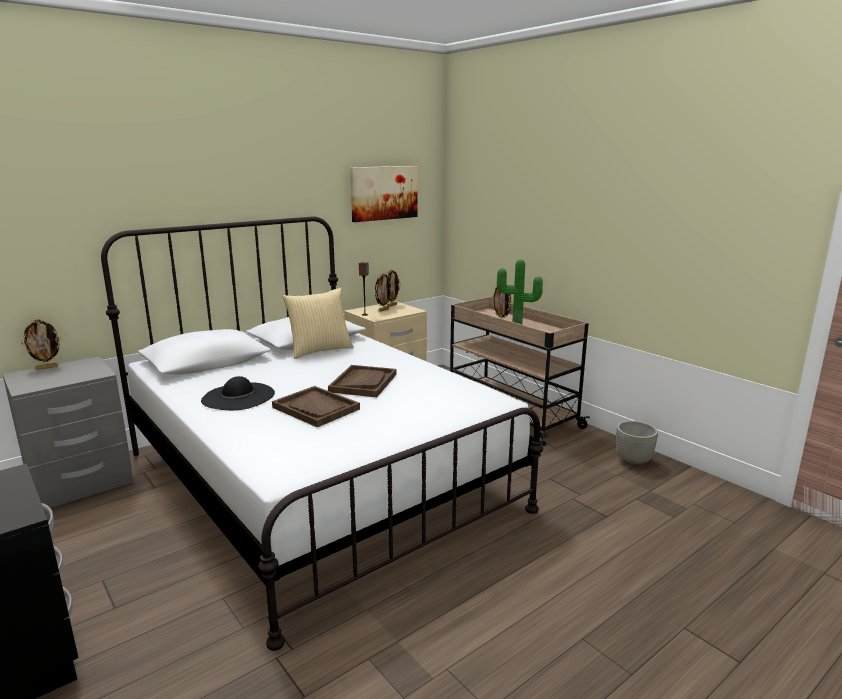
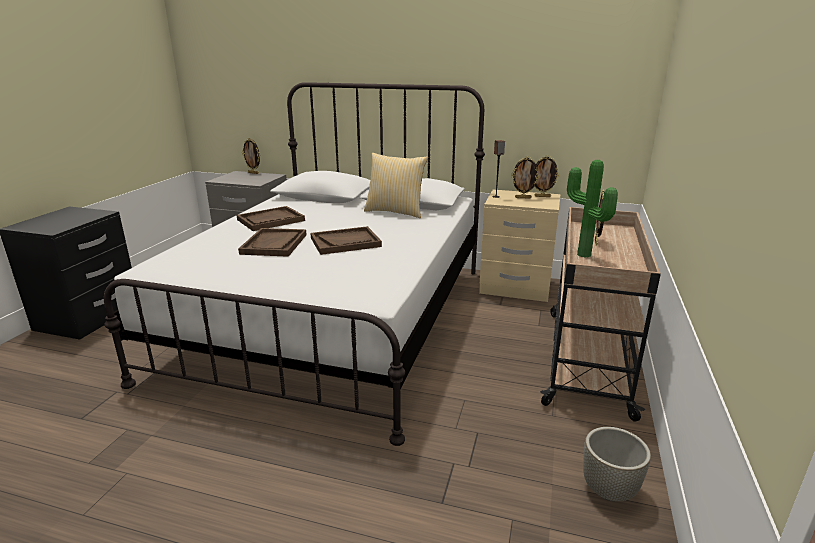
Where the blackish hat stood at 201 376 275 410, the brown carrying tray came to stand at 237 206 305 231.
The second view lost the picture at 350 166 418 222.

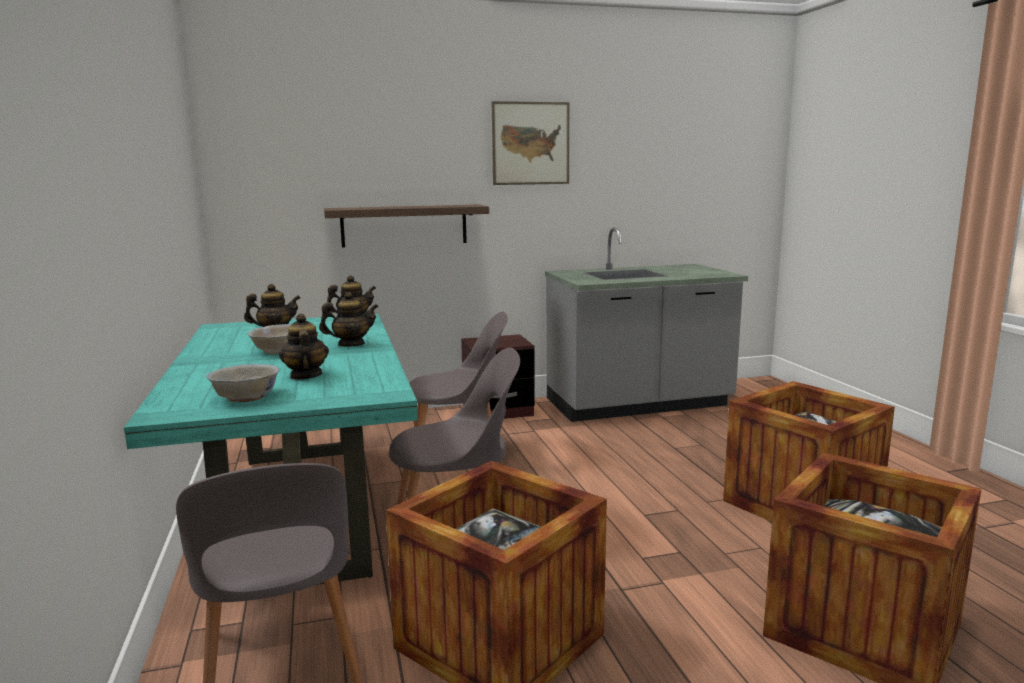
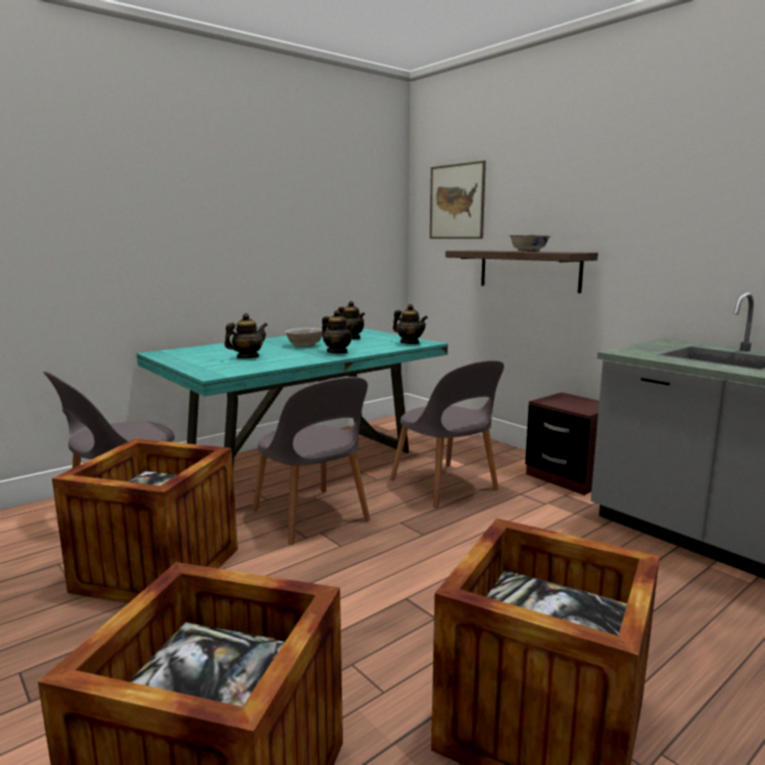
The whitish bowl ended up elsewhere, having gone from 206 364 280 403 to 509 235 551 252.
The picture ended up elsewhere, having gone from 492 101 569 185 to 430 161 486 239.

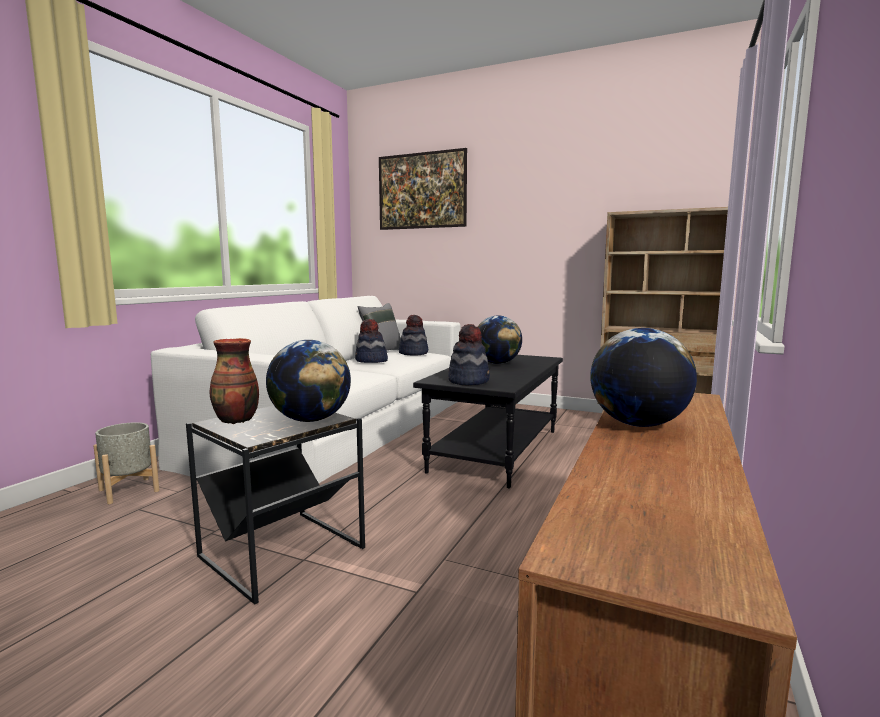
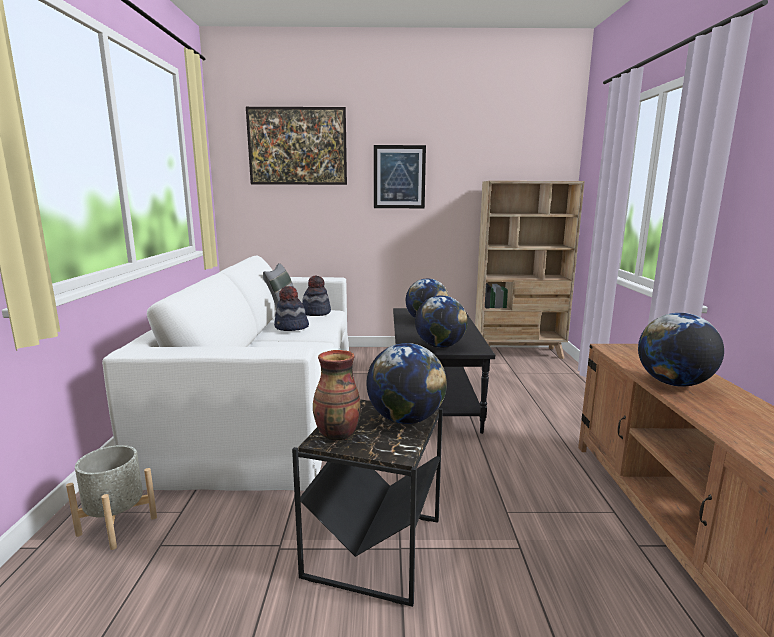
Where the hat stood at 448 324 490 385, the world globe came to stand at 415 295 468 348.
The second view gained the picture at 374 145 426 208.

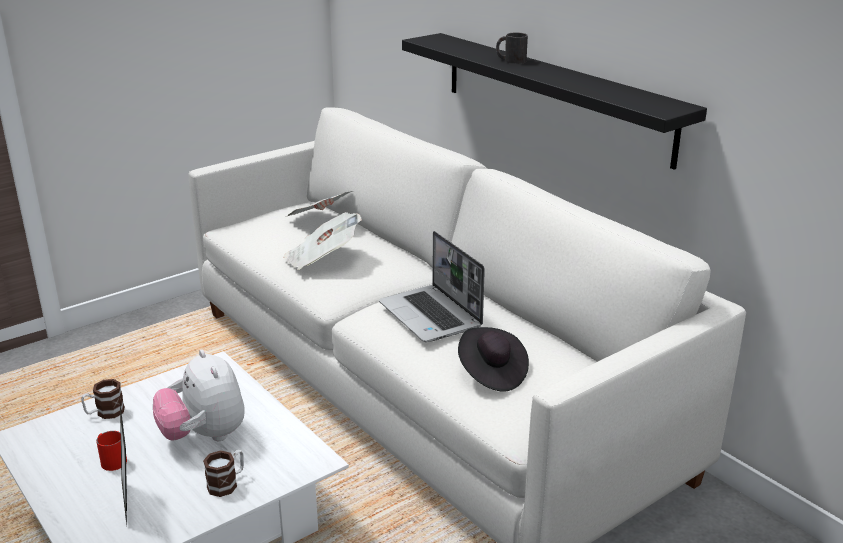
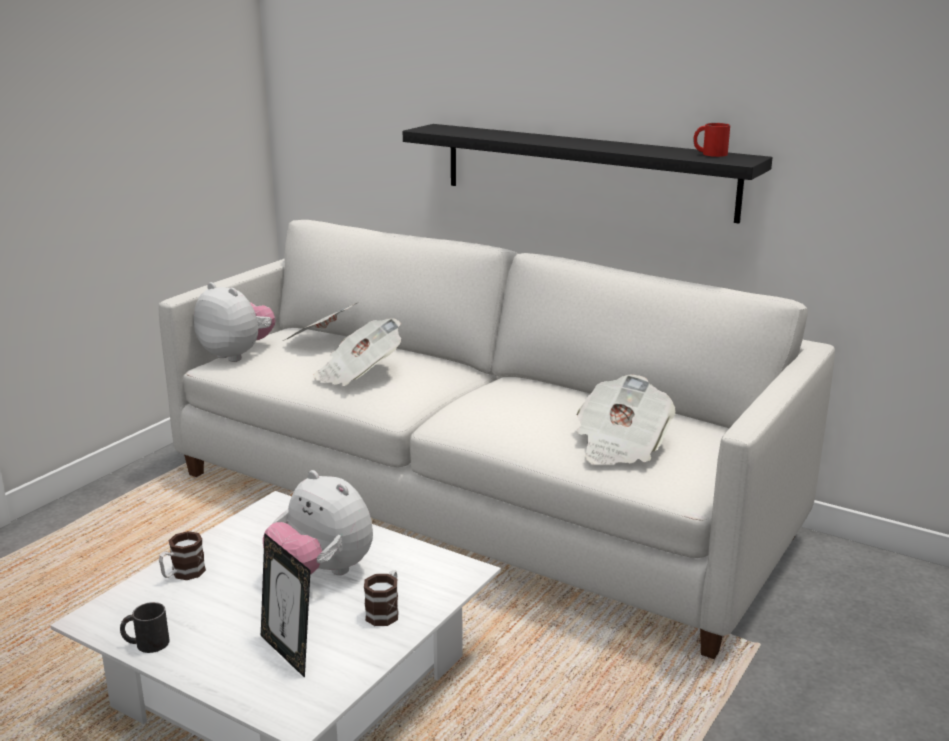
The red-coloured tea mug ended up elsewhere, having gone from 96 431 127 471 to 693 123 730 157.
The second view lost the portable computer at 379 231 485 342.
Where the blackish hat stood at 458 327 529 392, the daily paper came to stand at 577 374 676 465.
The blackish tea mug ended up elsewhere, having gone from 496 33 528 64 to 120 602 170 653.
The second view gained the cuddly toy at 194 282 275 362.

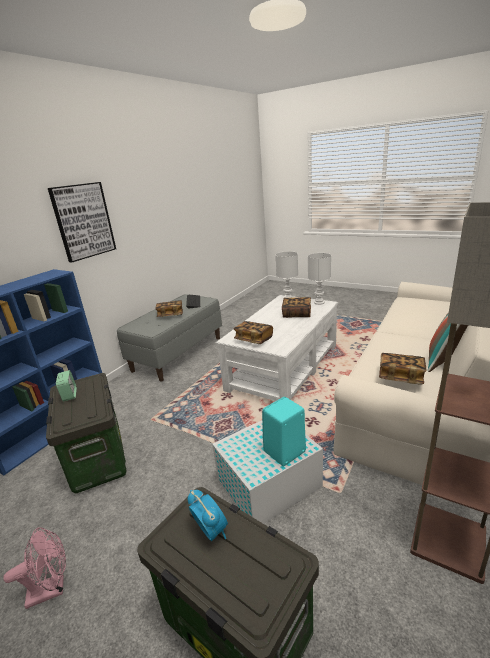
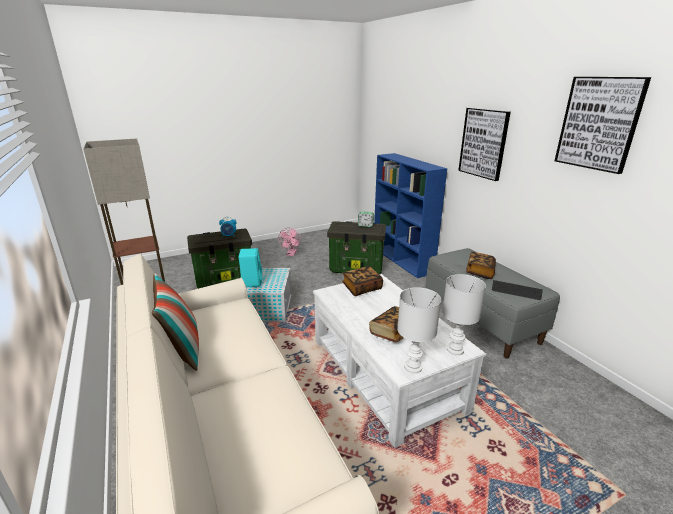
The second view lost the book at 379 353 427 385.
The second view gained the picture at 555 77 651 174.

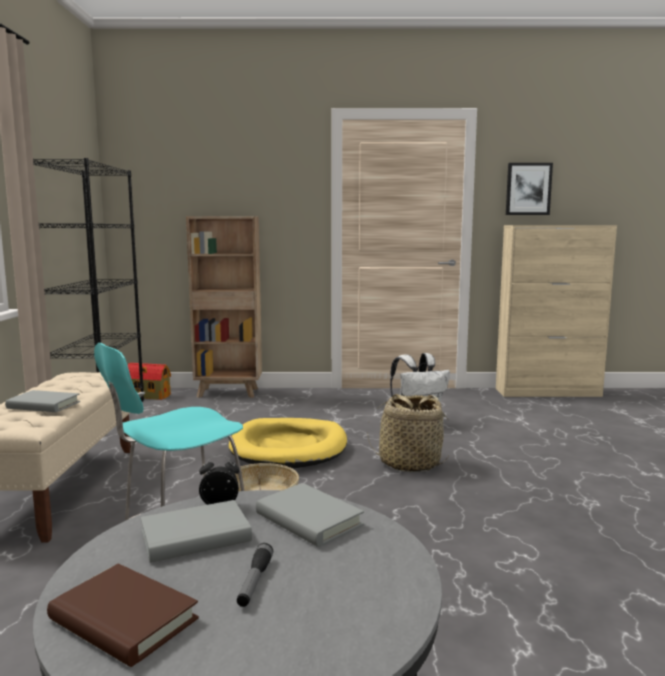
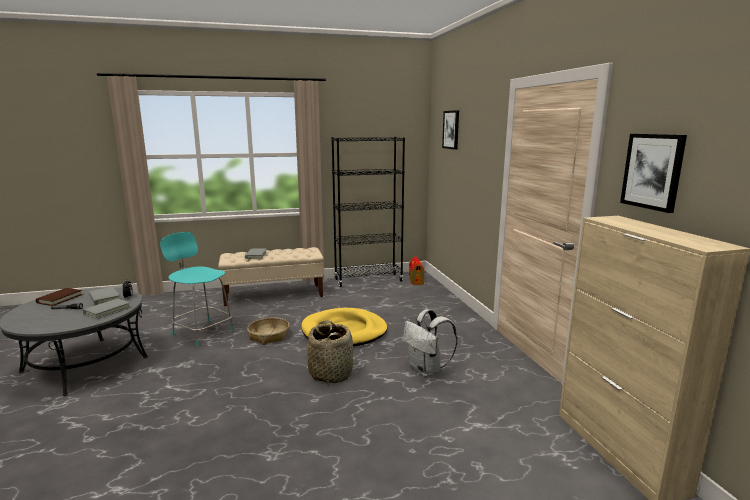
The second view lost the brown bookcase at 186 216 262 398.
The second view gained the picture at 442 110 459 150.

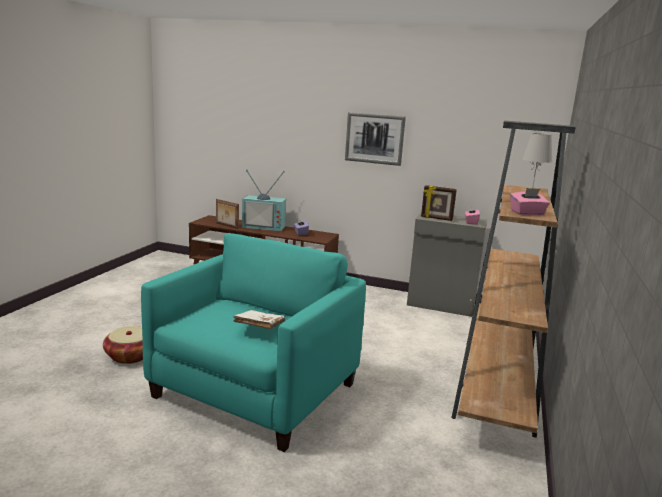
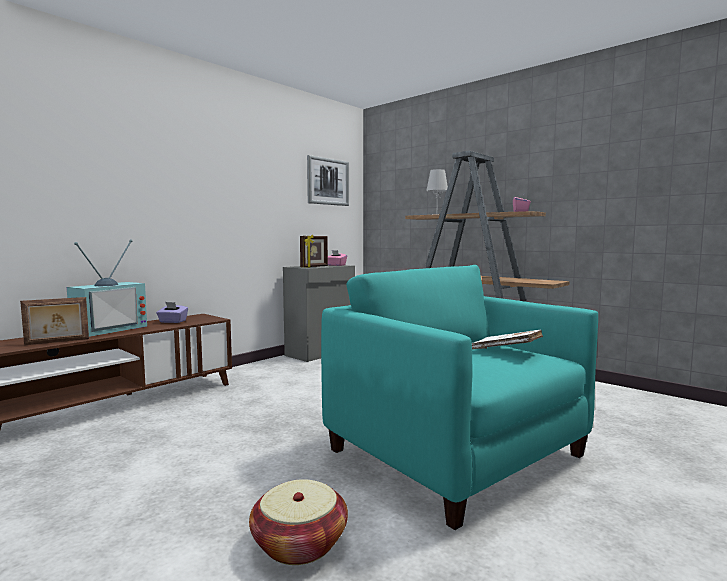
The picture ended up elsewhere, having gone from 345 112 406 166 to 307 155 349 206.

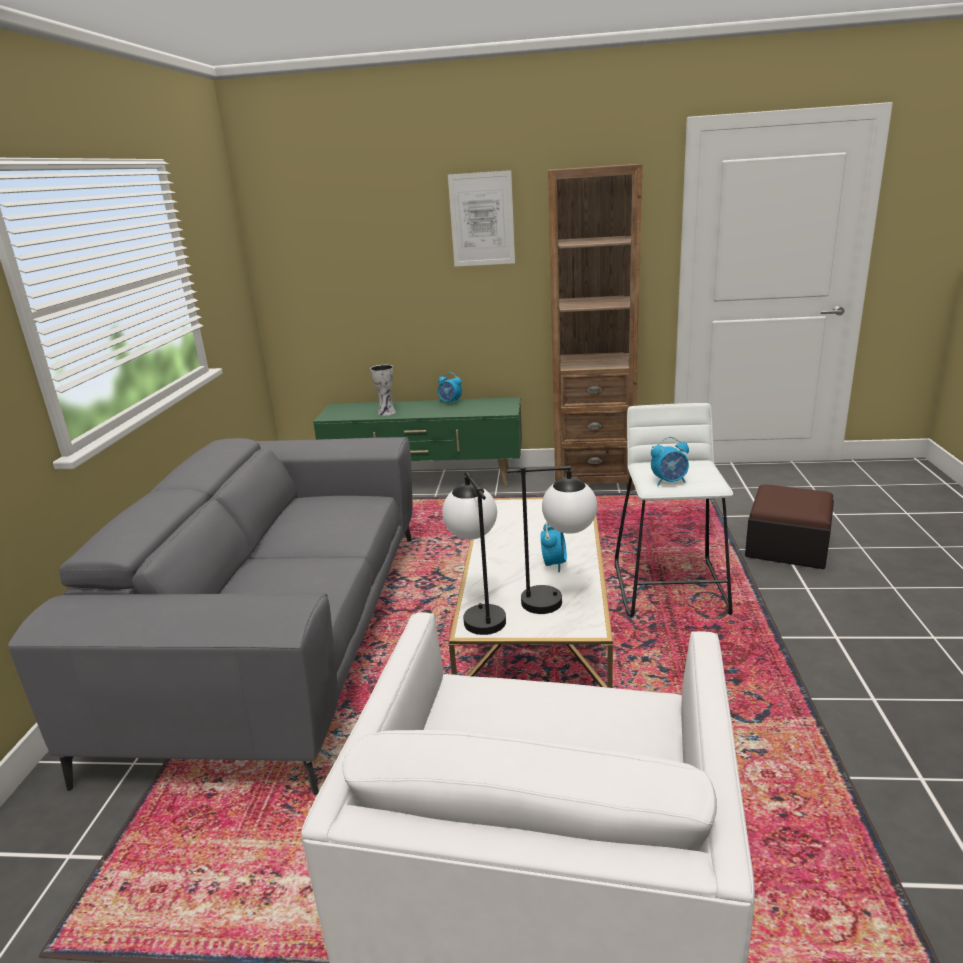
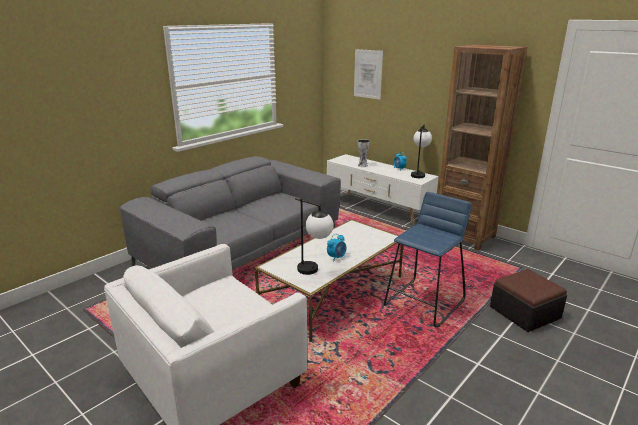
What was the green tv stand at 313 397 522 487 turned into the whitish tv stand at 327 154 439 225.
The table lamp ended up elsewhere, having gone from 442 472 506 635 to 411 124 432 178.
The picture ended up elsewhere, having gone from 448 170 515 267 to 354 49 383 100.
What was the whitish stool at 615 403 733 617 turned into the bluish stool at 384 192 472 327.
The second view lost the table clock at 651 437 689 486.

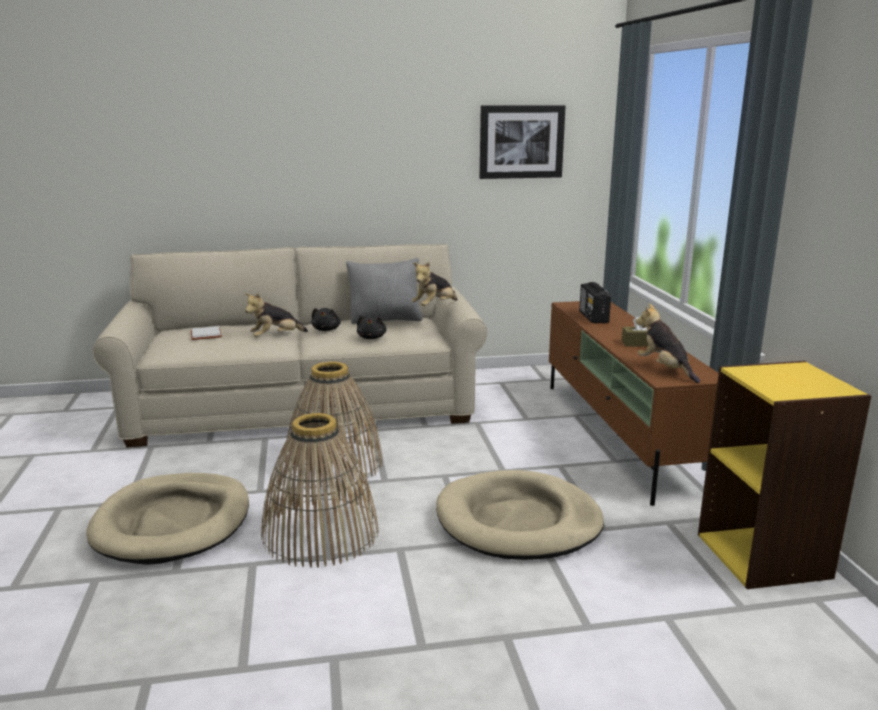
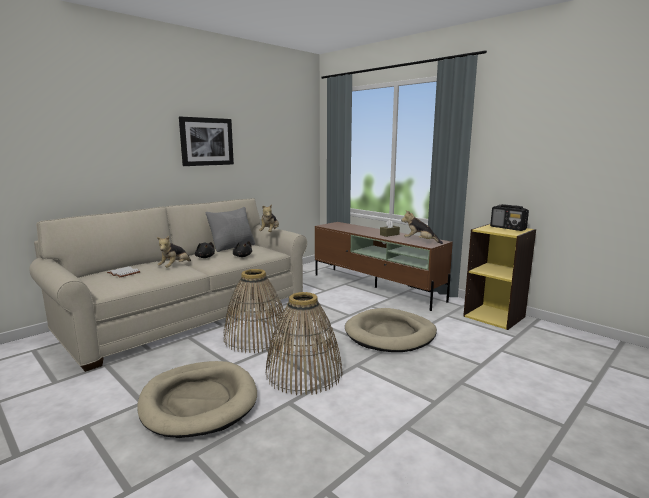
The picture ended up elsewhere, having gone from 480 105 566 179 to 179 117 234 166.
The radio ended up elsewhere, having gone from 579 282 611 324 to 490 204 529 231.

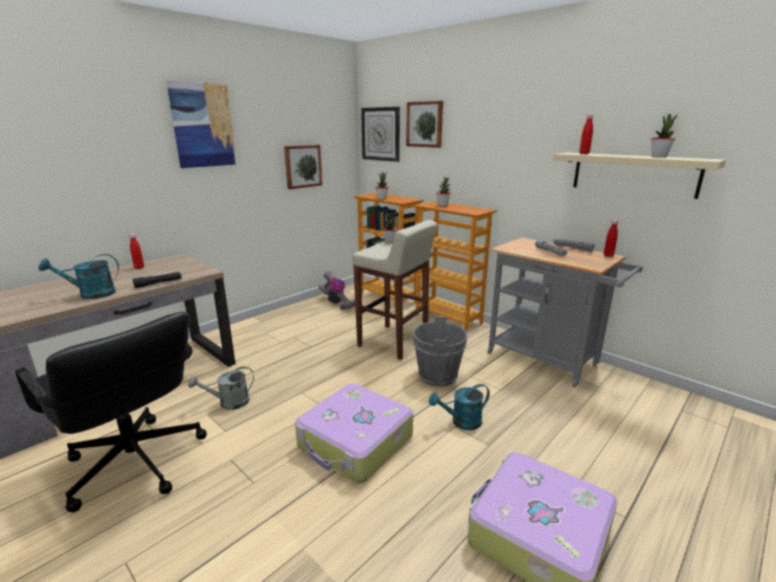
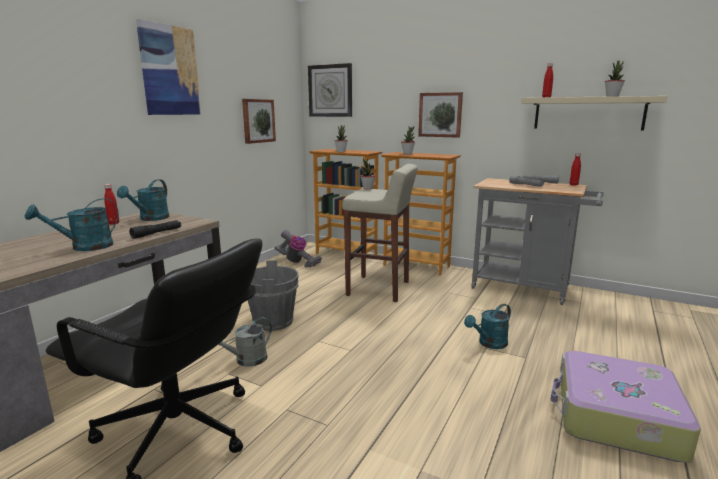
The second view lost the piece of luggage at 295 383 413 483.
The picture ended up elsewhere, having gone from 406 101 443 148 to 418 92 463 138.
The grey bucket ended up elsewhere, having gone from 413 316 467 387 to 248 260 299 331.
The second view gained the blue-green sprinkling can at 117 179 170 221.

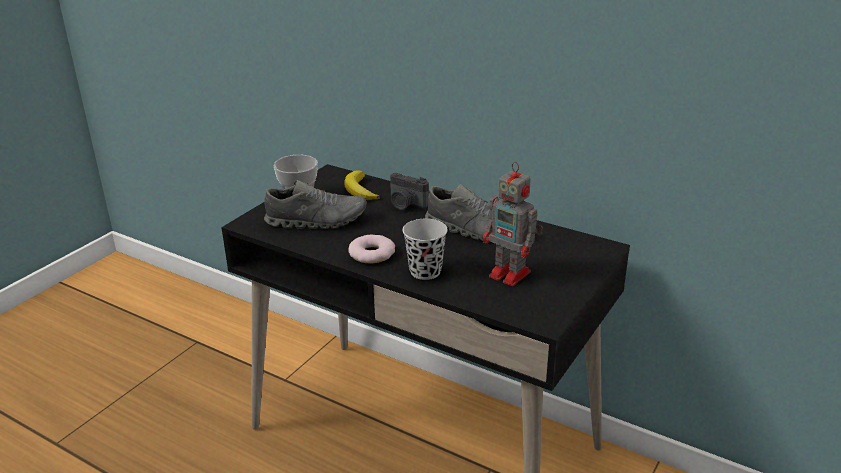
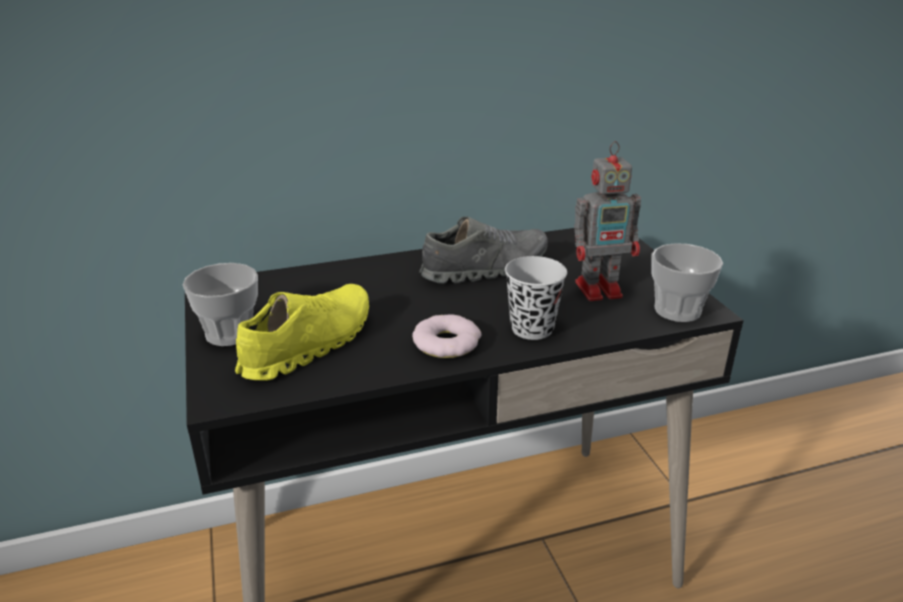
What was the grey low shoe at 264 180 367 229 turned into the yellow low shoe at 235 284 369 381.
The second view lost the whole banana at 344 170 380 200.
The second view lost the still camera at 390 173 429 210.
The second view gained the small cup at 651 243 723 322.

